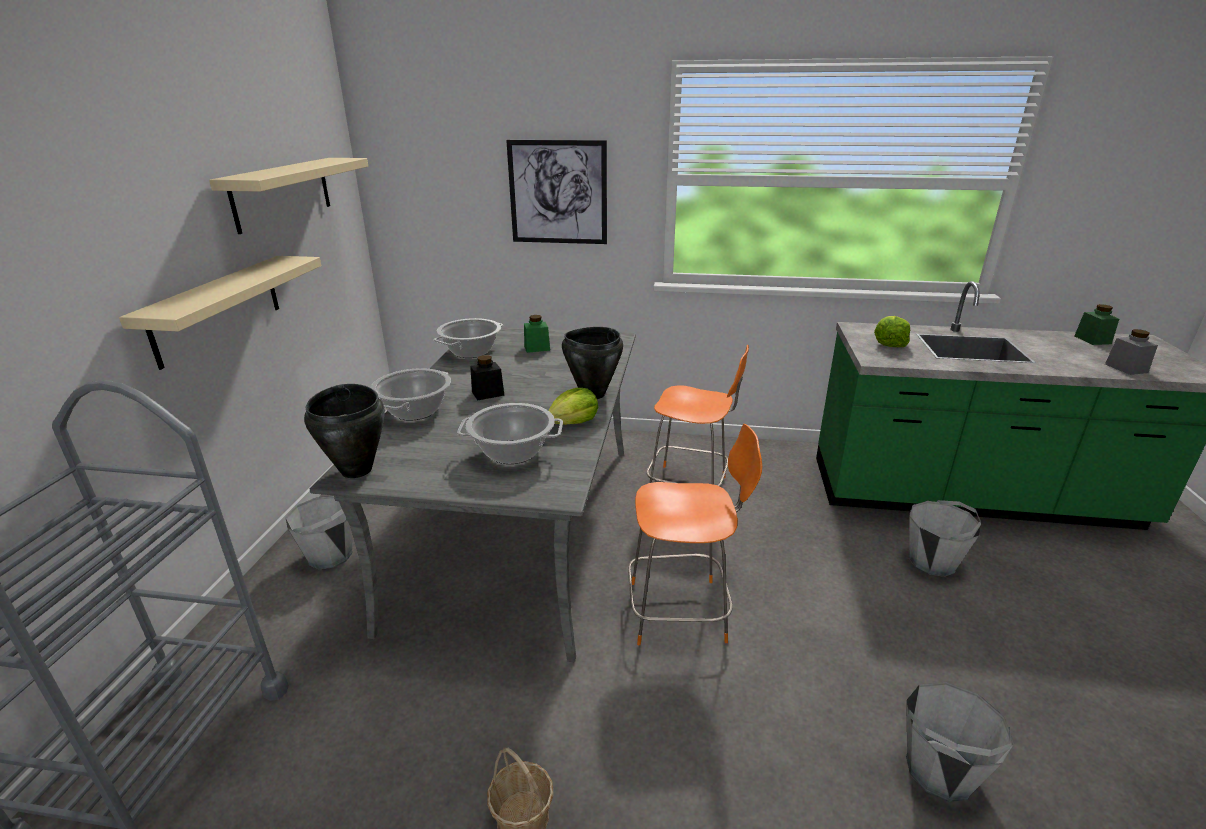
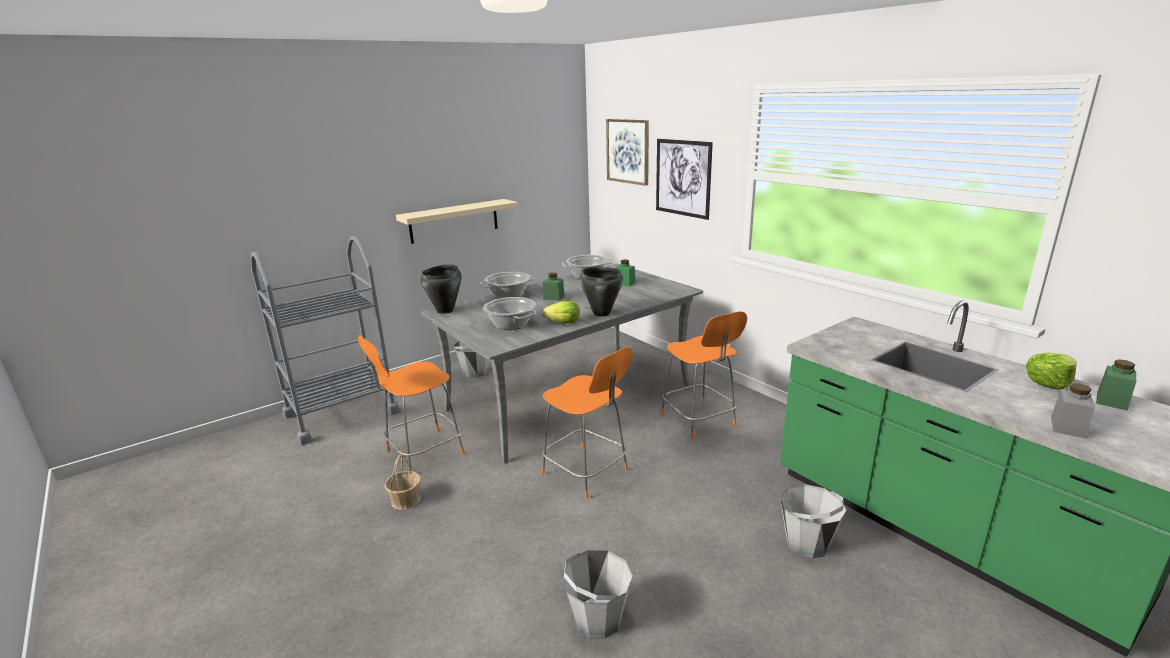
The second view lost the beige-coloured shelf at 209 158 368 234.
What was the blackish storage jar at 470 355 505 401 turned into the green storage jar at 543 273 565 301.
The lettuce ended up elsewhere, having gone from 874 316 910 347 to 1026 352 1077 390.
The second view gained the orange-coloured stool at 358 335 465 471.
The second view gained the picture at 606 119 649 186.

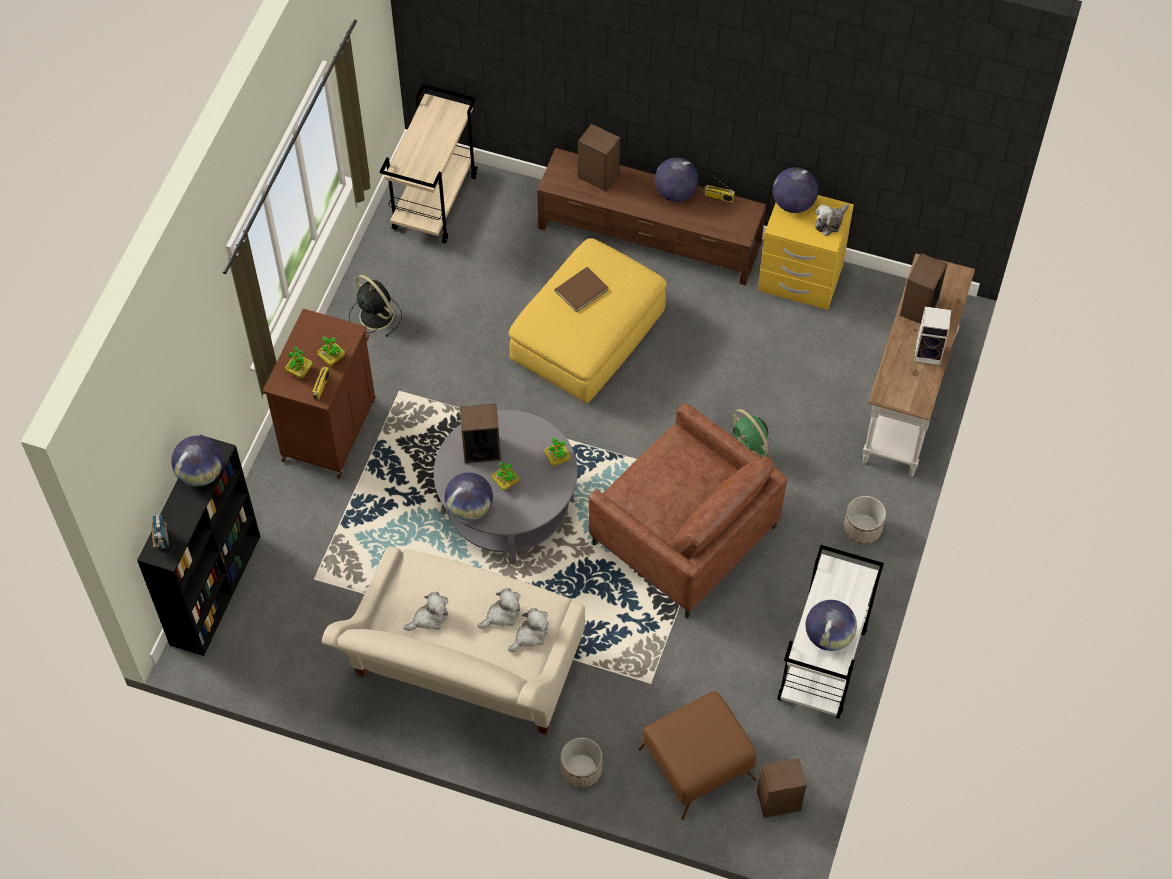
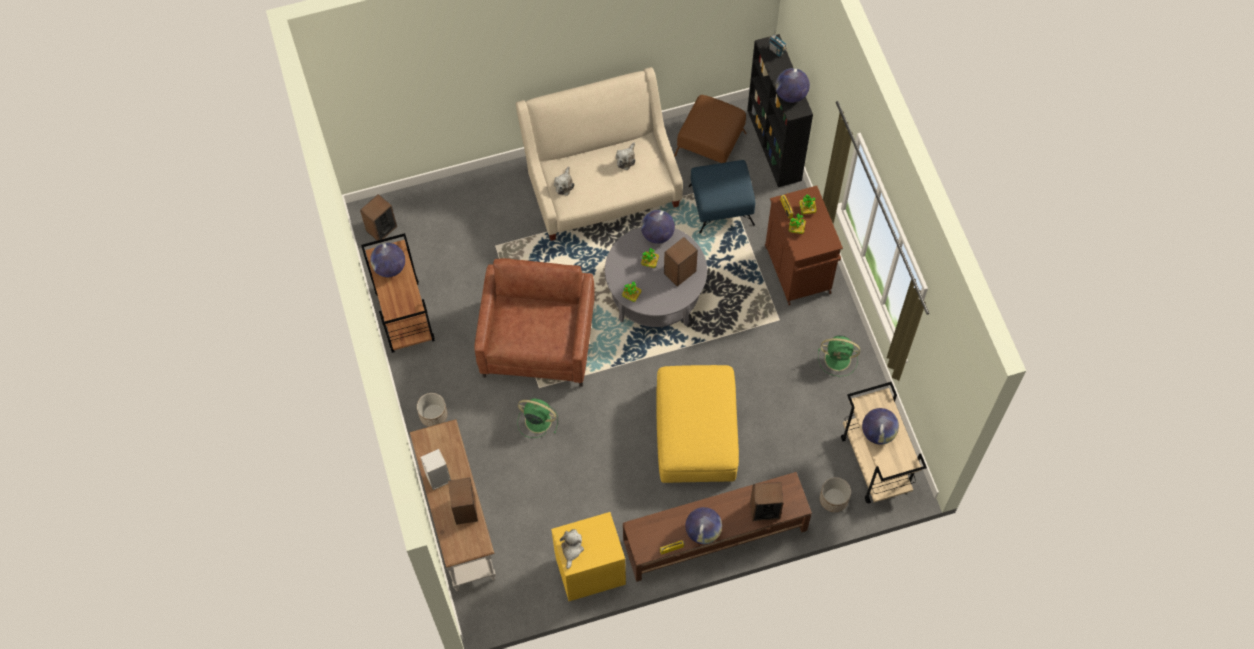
What was the blackish cooling fan at 349 275 402 337 turned into the green cooling fan at 818 335 860 376.
The second view lost the cuddly toy at 477 588 521 629.
The second view lost the brown book at 555 267 609 312.
The flower pot ended up elsewhere, having gone from 561 738 602 788 to 820 477 851 512.
The brown easy chair at 589 403 787 619 ended up facing another way, 90 degrees clockwise from before.
The brown footrest ended up elsewhere, having gone from 638 691 757 820 to 674 95 747 163.
The world globe ended up elsewhere, having gone from 773 168 818 213 to 862 408 899 445.
What was the whitish wheeled cart at 777 545 884 719 turned into the brown wheeled cart at 361 233 435 353.
The second view gained the bluish footrest at 688 160 755 233.

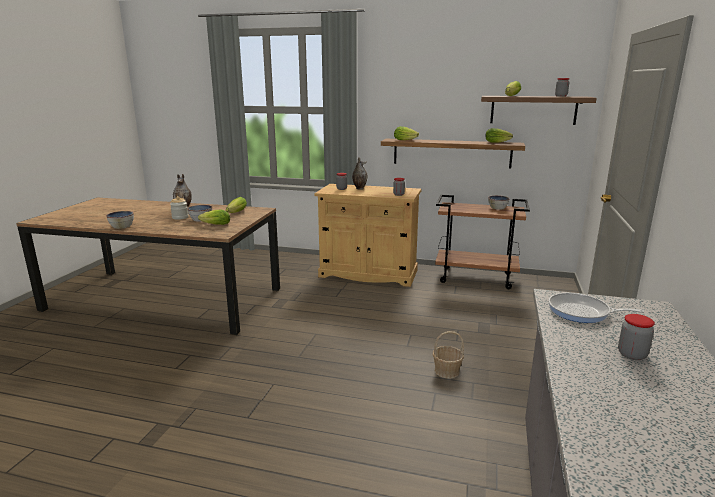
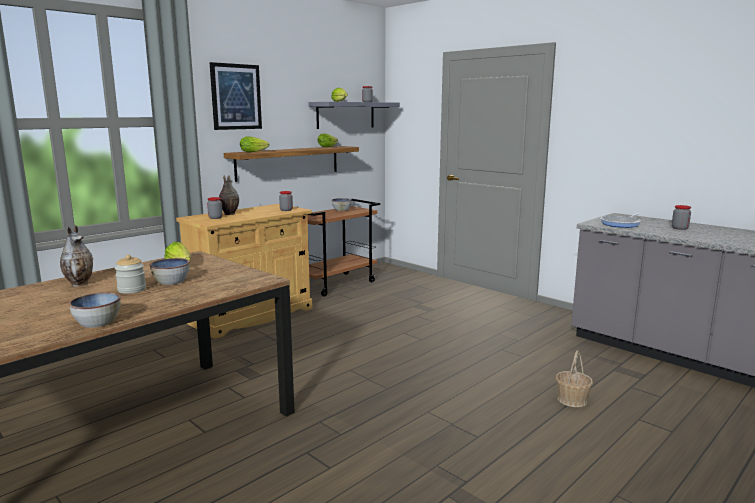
The second view lost the lettuce at 198 210 230 225.
The household basket ended up elsewhere, having gone from 433 331 464 379 to 556 350 593 407.
What was the brown shelf at 481 96 597 125 turned into the grey shelf at 308 102 400 129.
The second view gained the picture at 209 62 262 130.

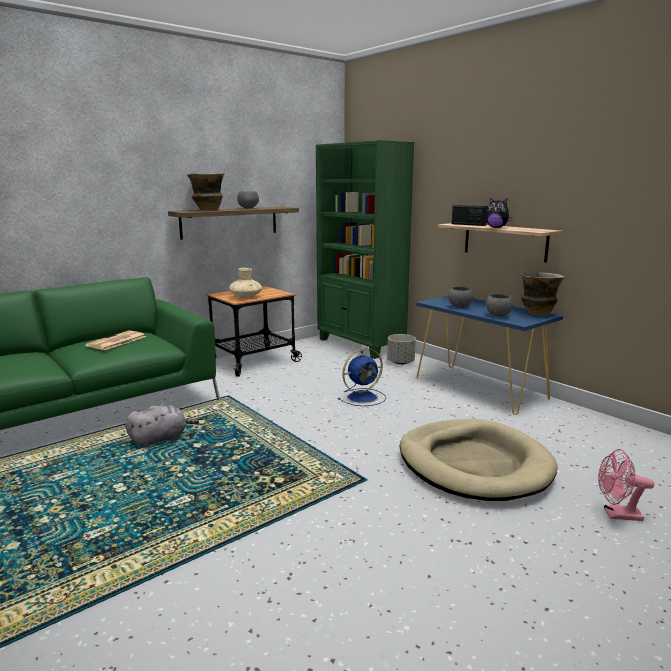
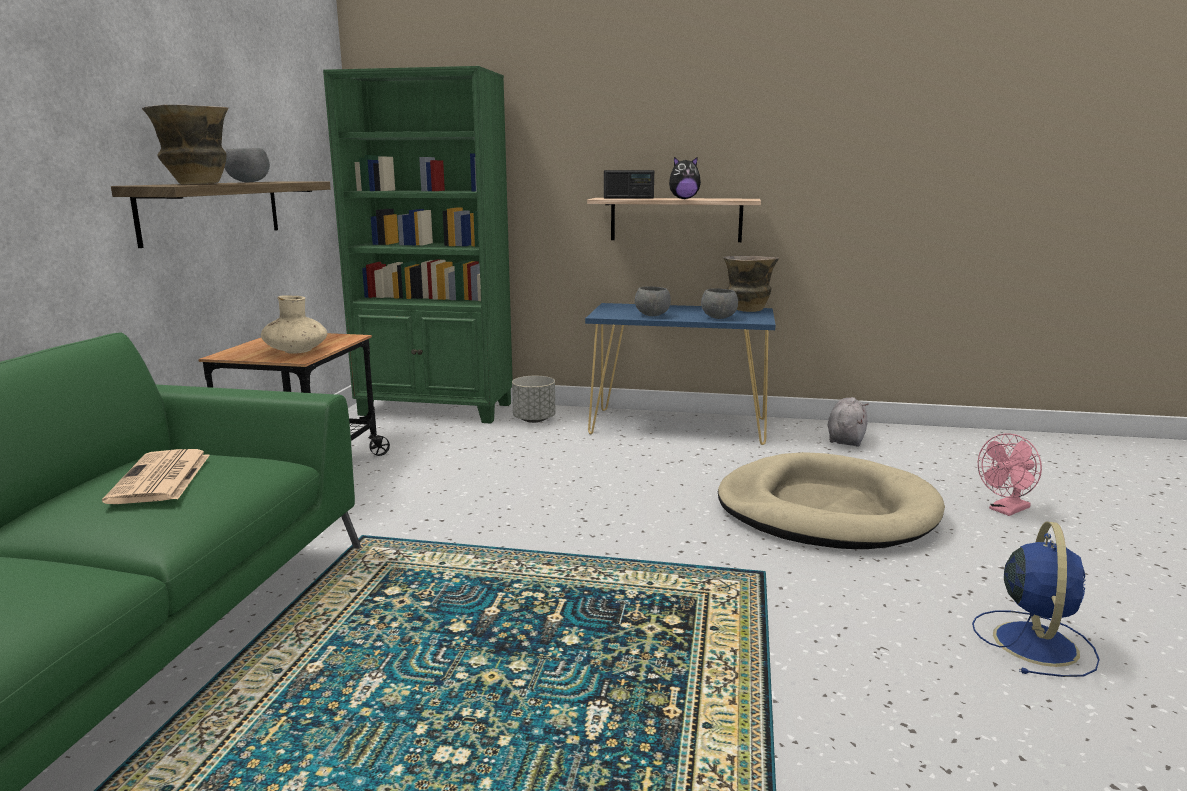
The grey cuddly toy ended up elsewhere, having gone from 125 406 199 447 to 828 397 869 447.
The bluish cooling fan ended up elsewhere, having gone from 337 348 386 406 to 972 521 1100 677.

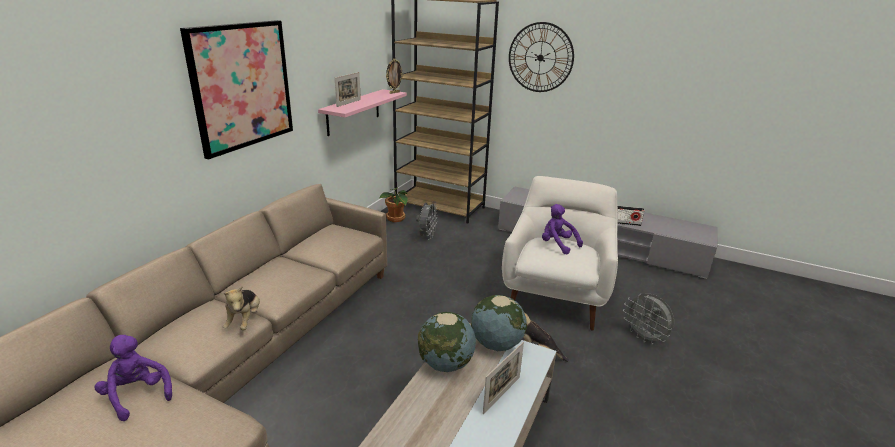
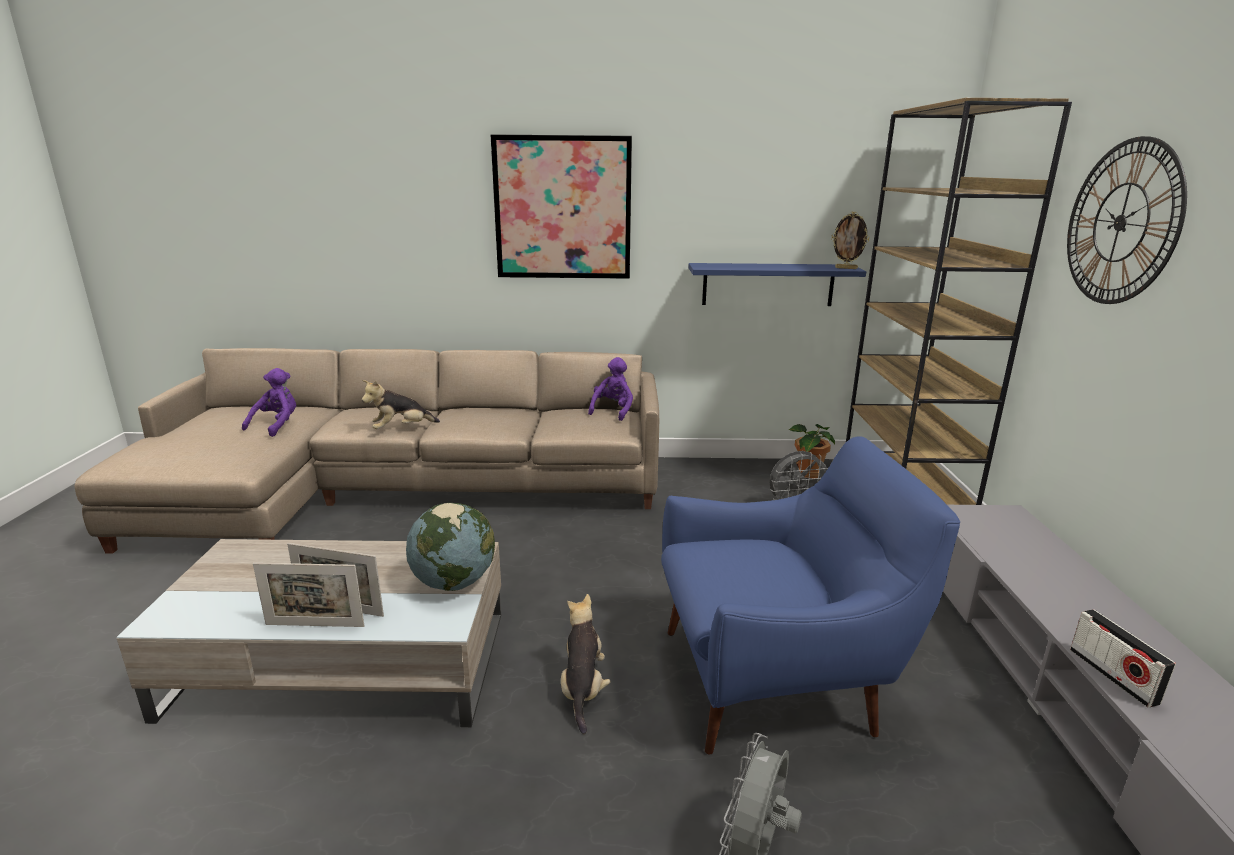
What was the pink shelf at 318 89 407 136 turned into the bluish shelf at 688 263 866 306.
The photo frame ended up elsewhere, having gone from 335 72 361 107 to 253 563 364 627.
The second view lost the world globe at 418 312 476 372.
What was the whitish easy chair at 502 176 618 331 turned into the bluish easy chair at 661 436 960 755.
The purplish cuddly toy ended up elsewhere, having gone from 542 204 583 255 to 588 357 633 421.

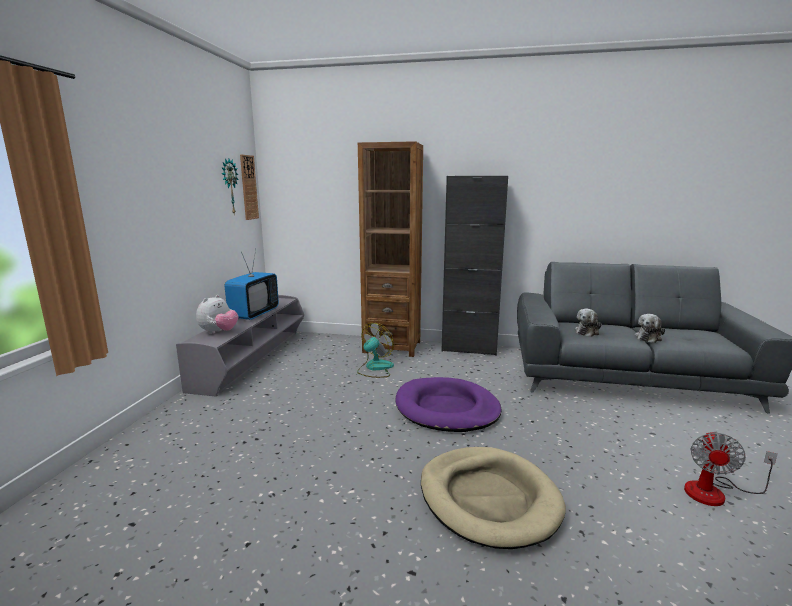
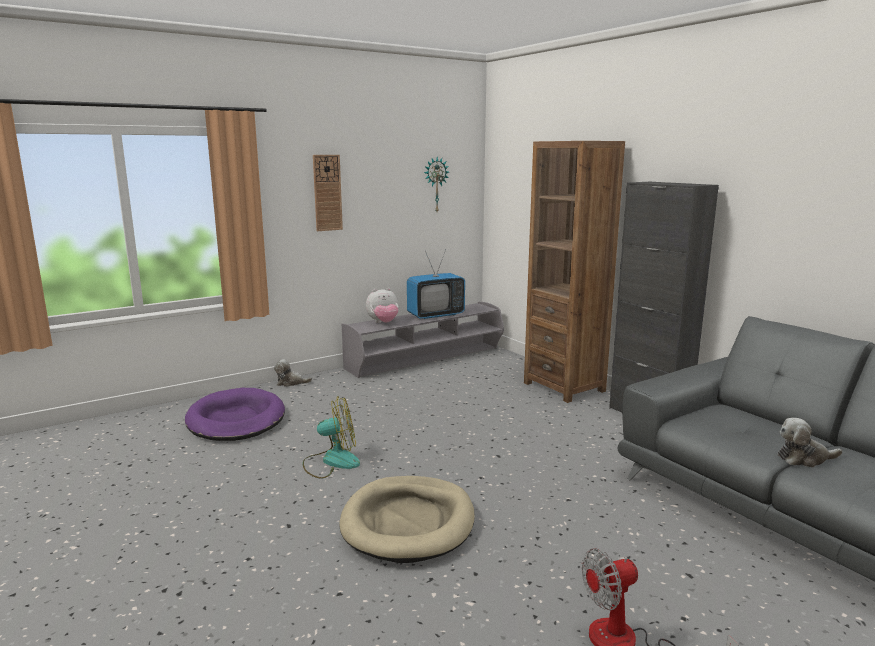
The clock on the wall ended up elsewhere, having gone from 240 155 259 220 to 313 155 343 231.
The cooling fan ended up elsewhere, having gone from 357 323 394 378 to 303 396 360 479.
The purplish dog cushion ended up elsewhere, having gone from 396 377 502 432 to 185 388 285 441.
The cuddly toy ended up elsewhere, having gone from 575 309 602 337 to 274 359 312 387.

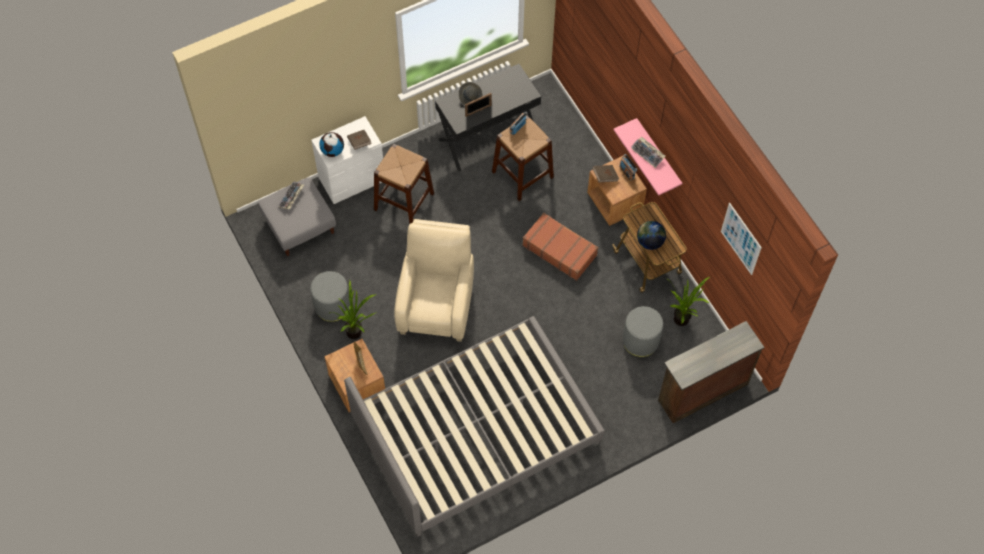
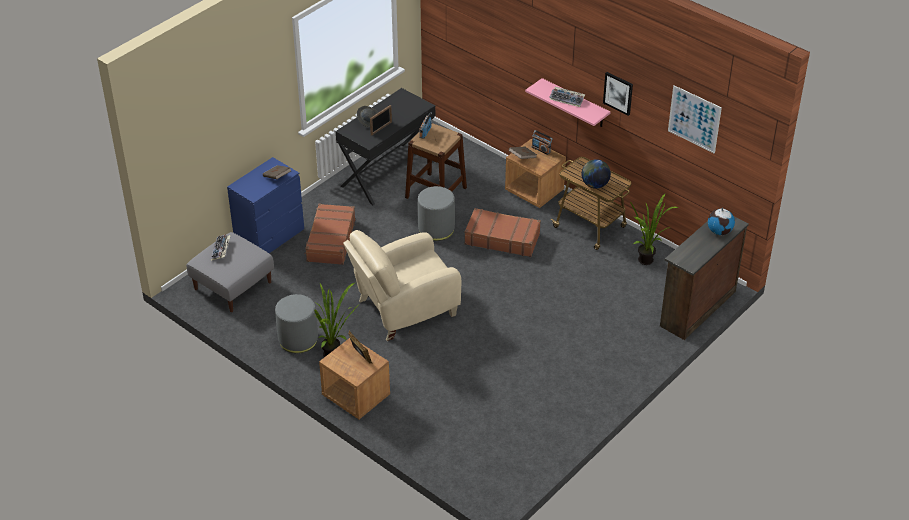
What was the whitish drawer chest at 311 116 383 204 turned into the bluish drawer chest at 227 157 304 253.
The world globe ended up elsewhere, having gone from 319 132 344 157 to 708 207 735 235.
The second view lost the grey bed at 344 316 605 537.
Where the brown stool stood at 374 144 434 224, the brown piece of luggage came to stand at 304 203 356 265.
The beige-coloured easy chair at 394 219 474 342 ended up facing another way, 105 degrees counterclockwise from before.
The grey footrest ended up elsewhere, having gone from 622 306 663 357 to 418 186 455 241.
The second view gained the picture at 603 72 633 116.

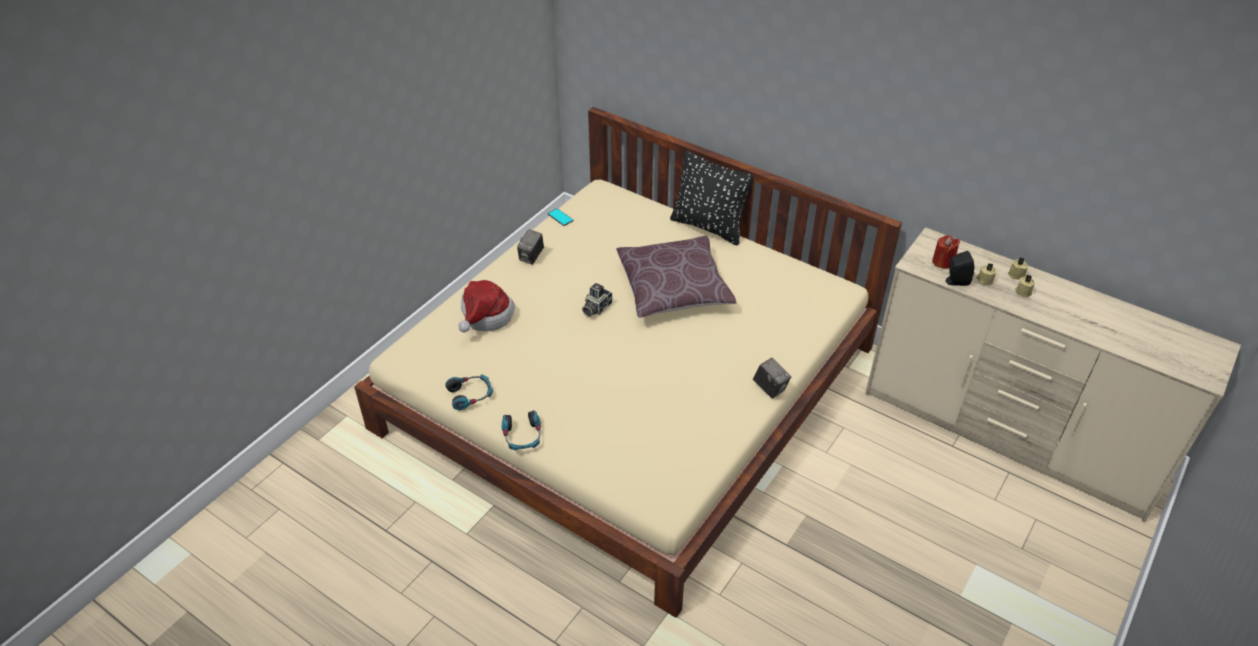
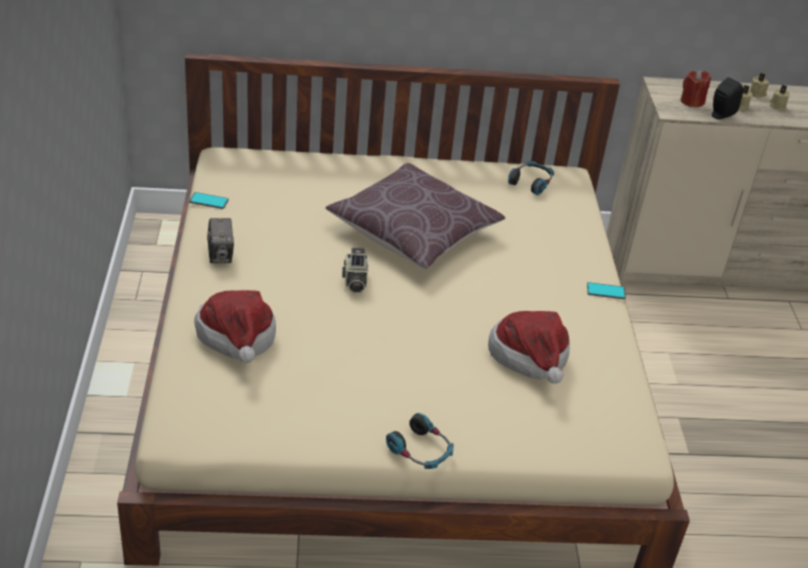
The pair of headphones ended up elsewhere, having gone from 445 374 493 410 to 508 161 554 195.
The second view lost the blackish throw pillow at 670 150 754 245.
Where the still camera stood at 753 358 791 399, the telephone came to stand at 587 282 626 299.
The second view gained the hat at 488 311 570 384.

